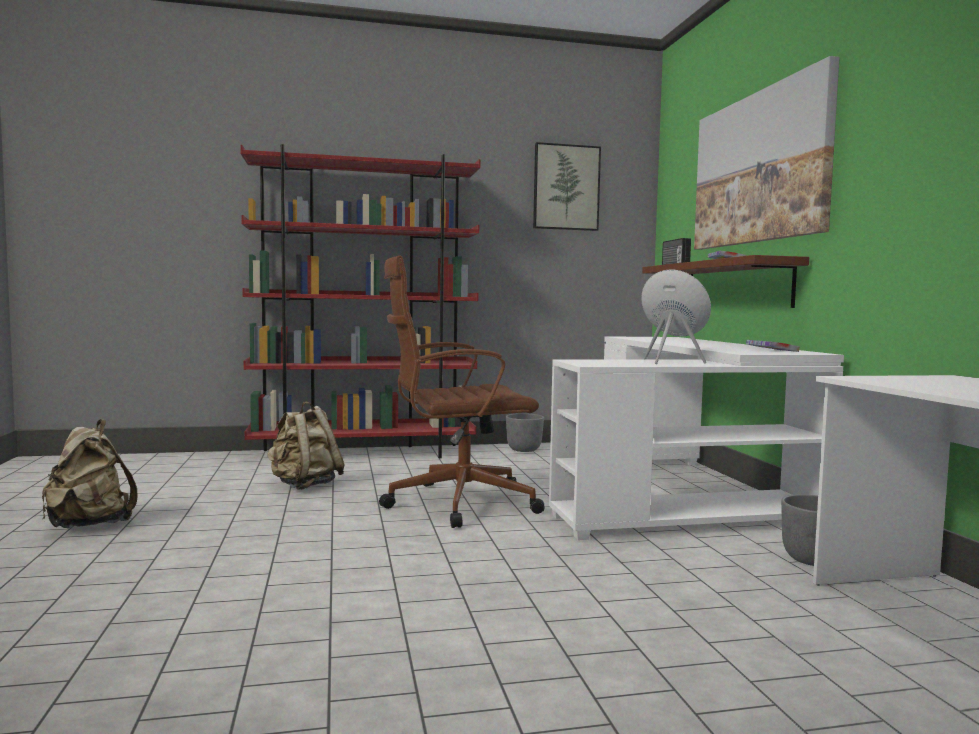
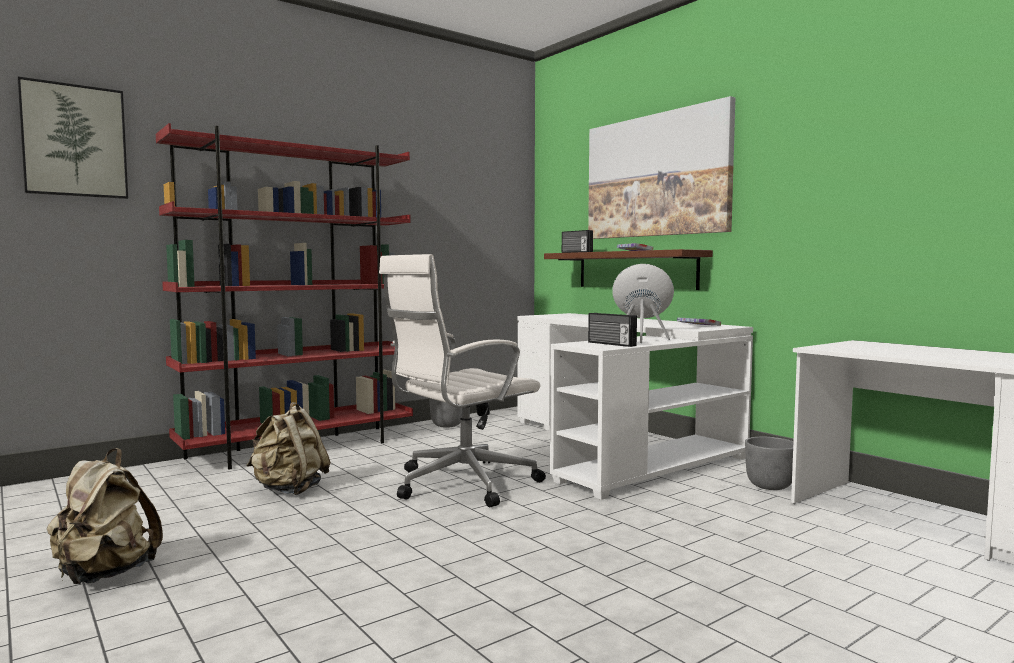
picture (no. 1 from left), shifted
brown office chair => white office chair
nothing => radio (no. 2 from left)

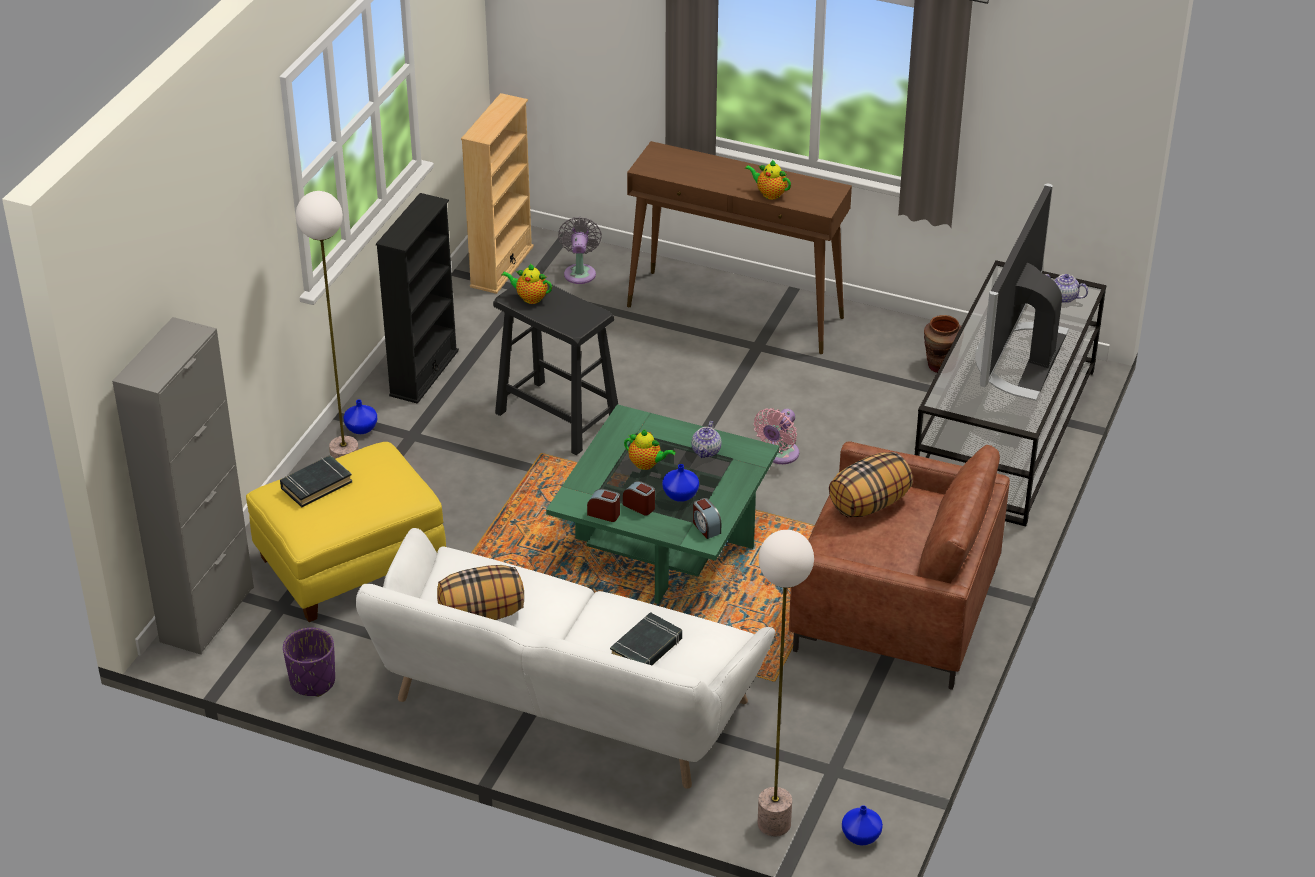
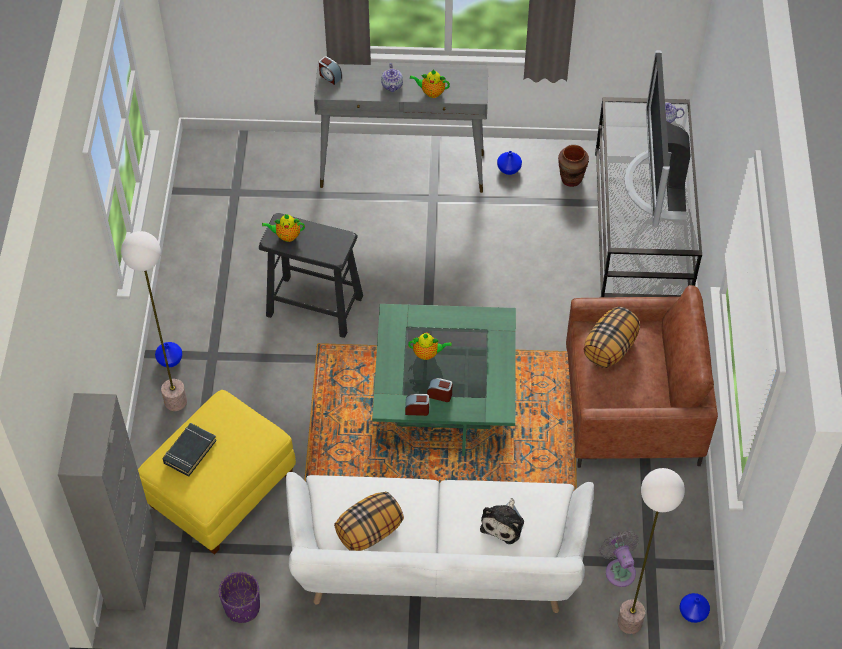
beige bookcase => nothing
brown console table => grey console table
black bookcase => nothing
grey fan, shifted
pink fan => nothing
teapot (no. 3 from left in the first image) => teapot (no. 2 from left), shifted
blue vase (no. 2 from left), shifted
alarm clock (no. 3 from left in the first image) => alarm clock (no. 1 from left), shifted
black book (no. 2 from left) => plush toy

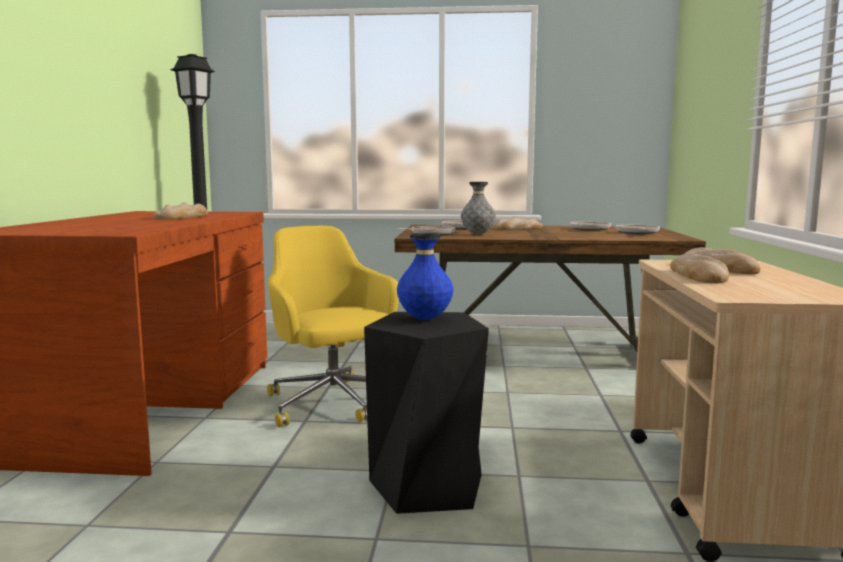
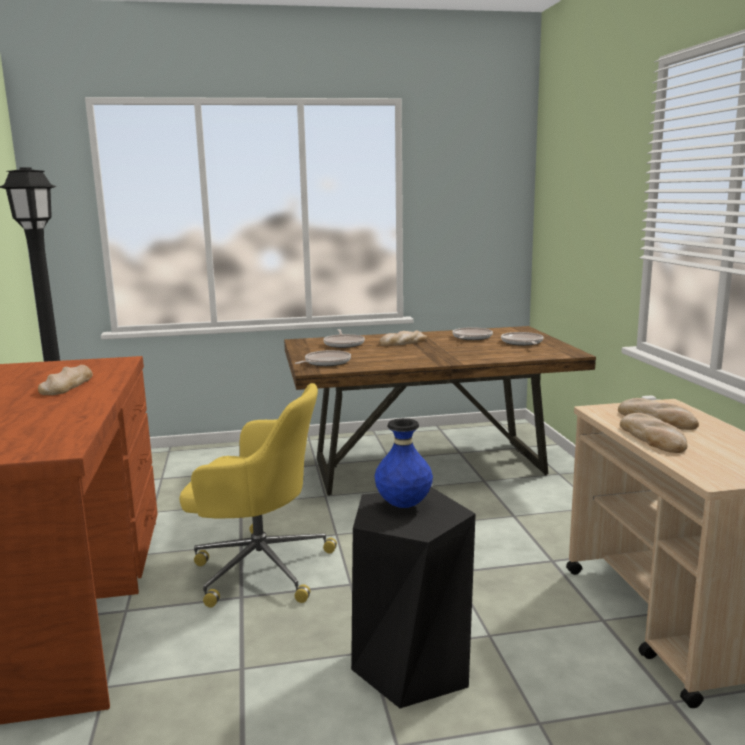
grey vase => nothing
yellow office chair, 150 degrees clockwise

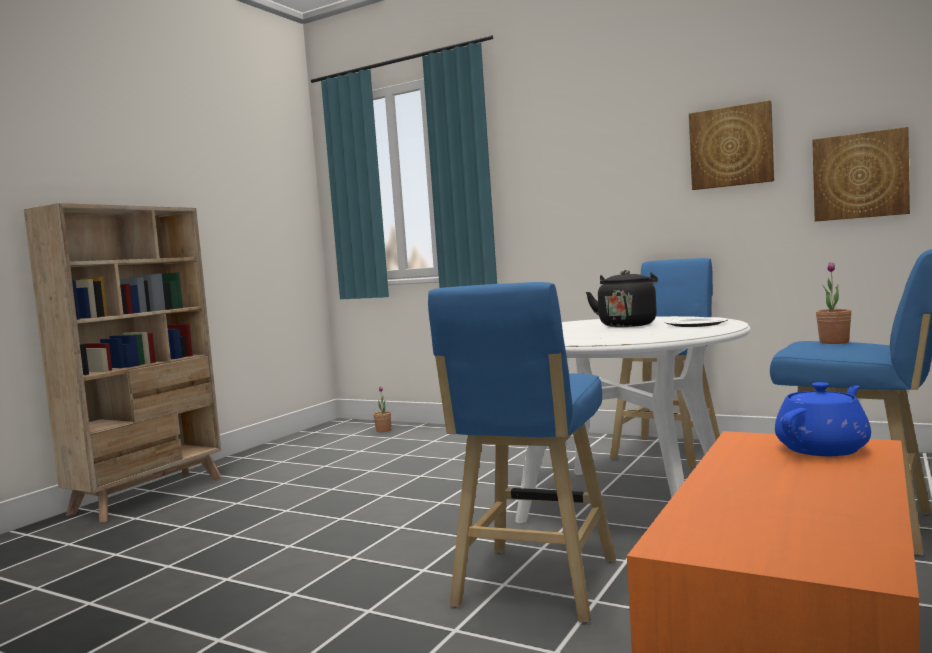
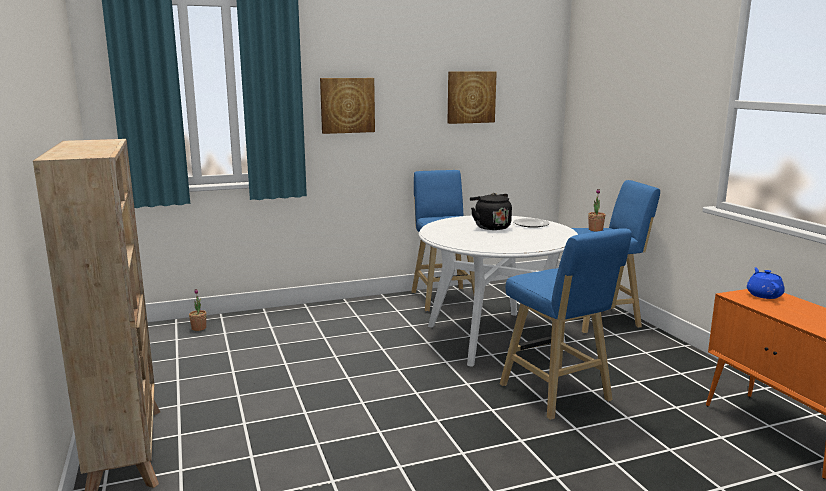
picture (no. 2 from left in the first image) => picture (no. 1 from left), shifted

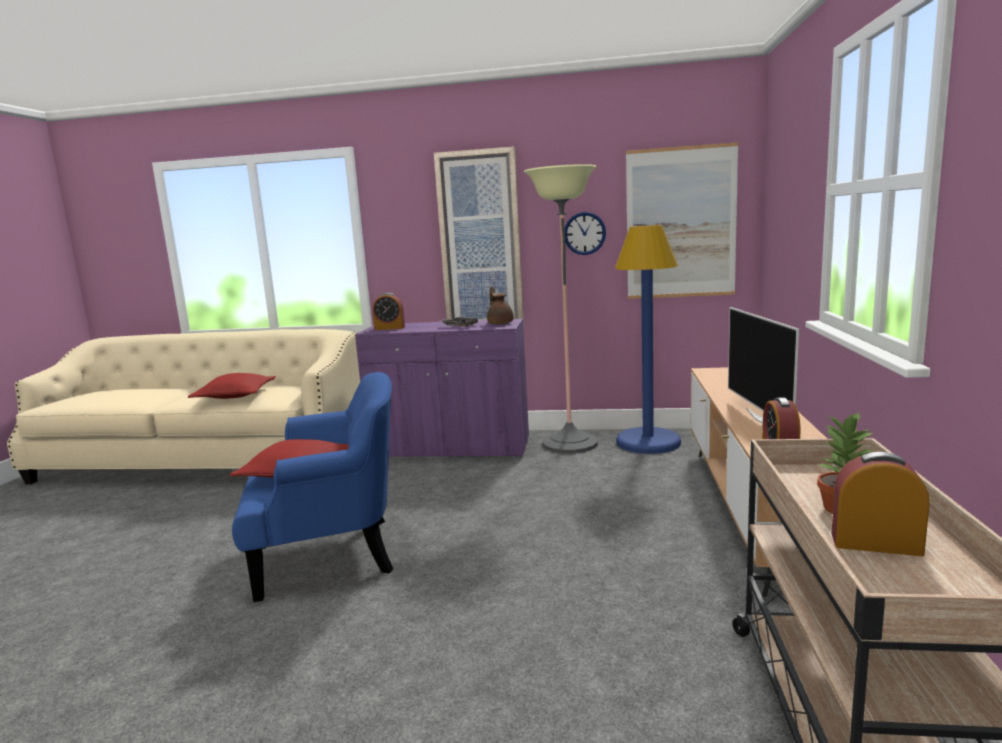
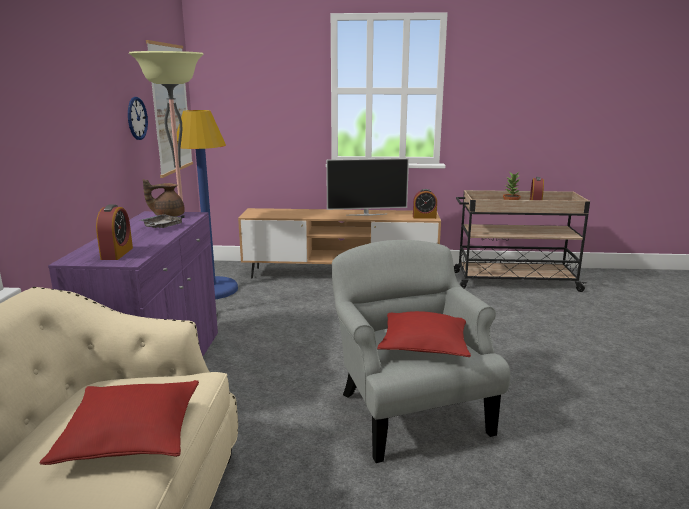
picture (no. 1 from left) => nothing
blue armchair => grey armchair

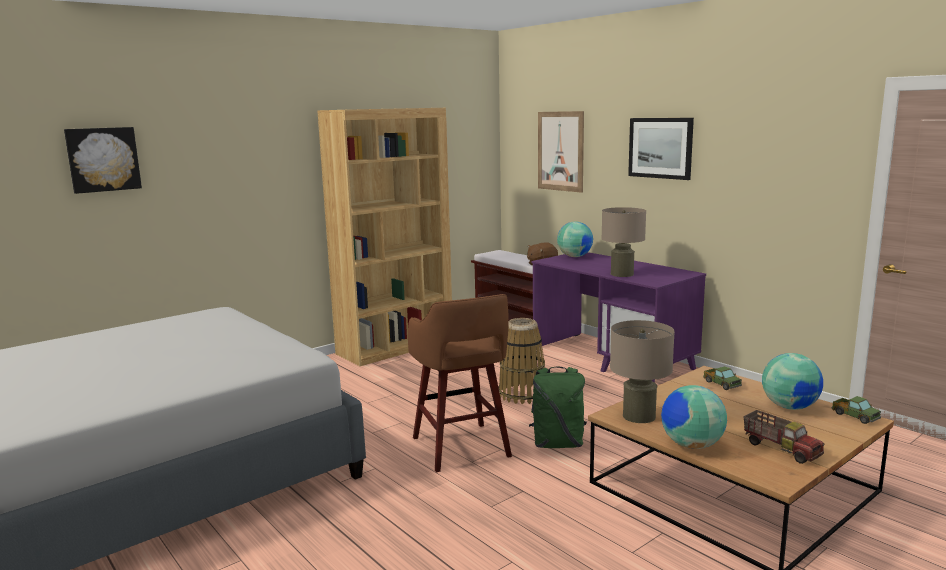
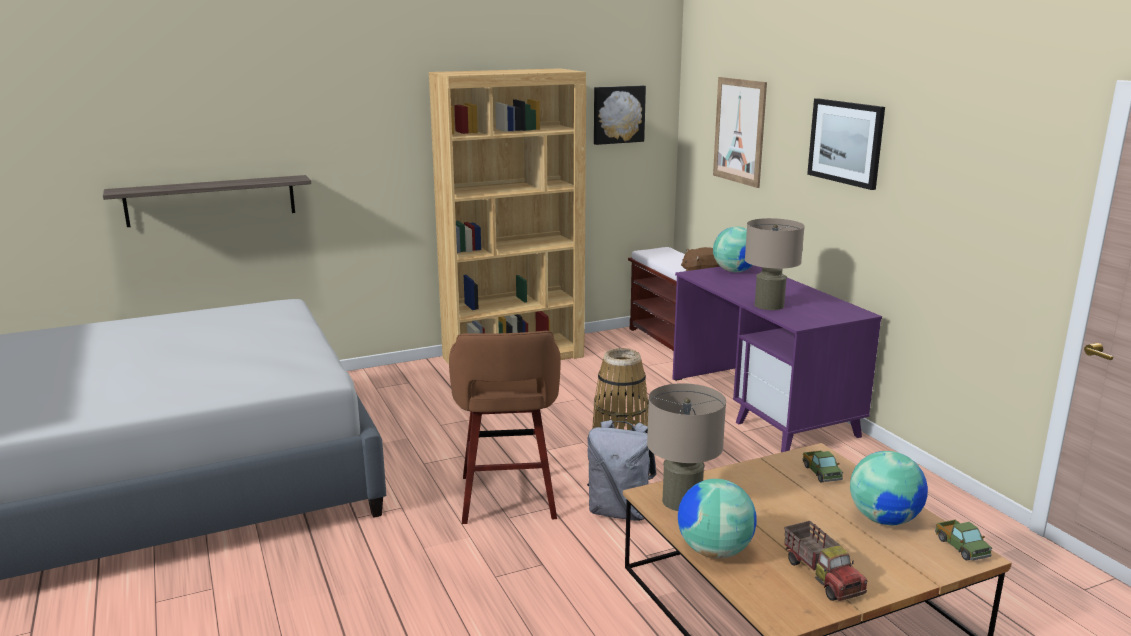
picture (no. 1 from left), shifted
green backpack => grey backpack
nothing => shelf

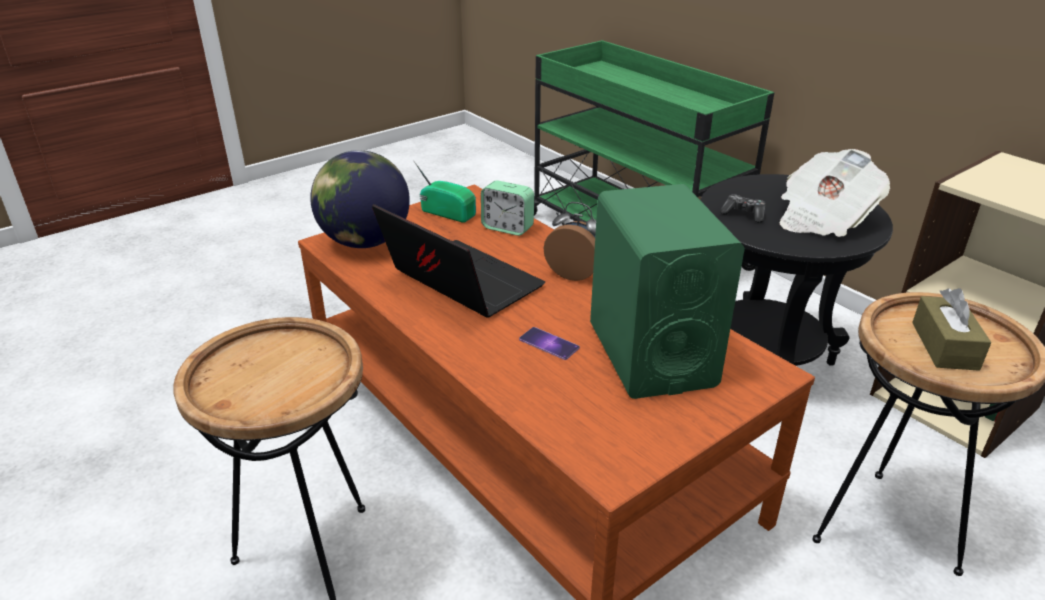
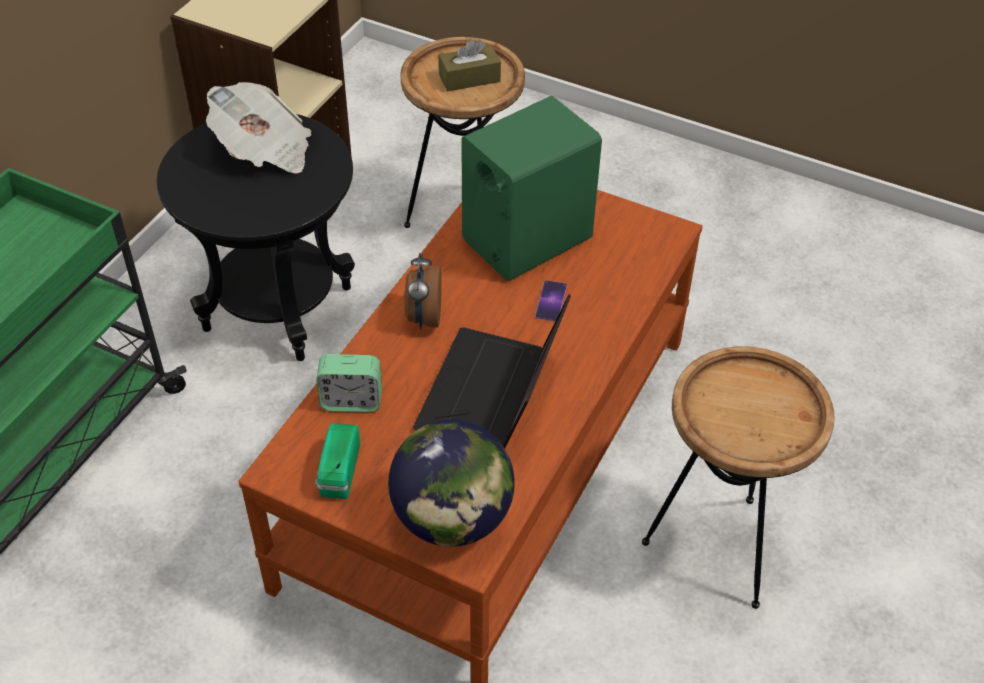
alarm clock (no. 1 from left), 90 degrees clockwise
game controller => nothing

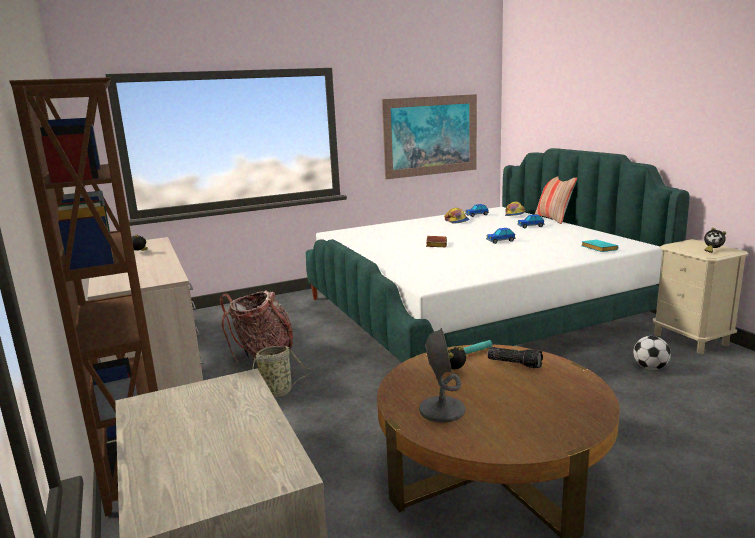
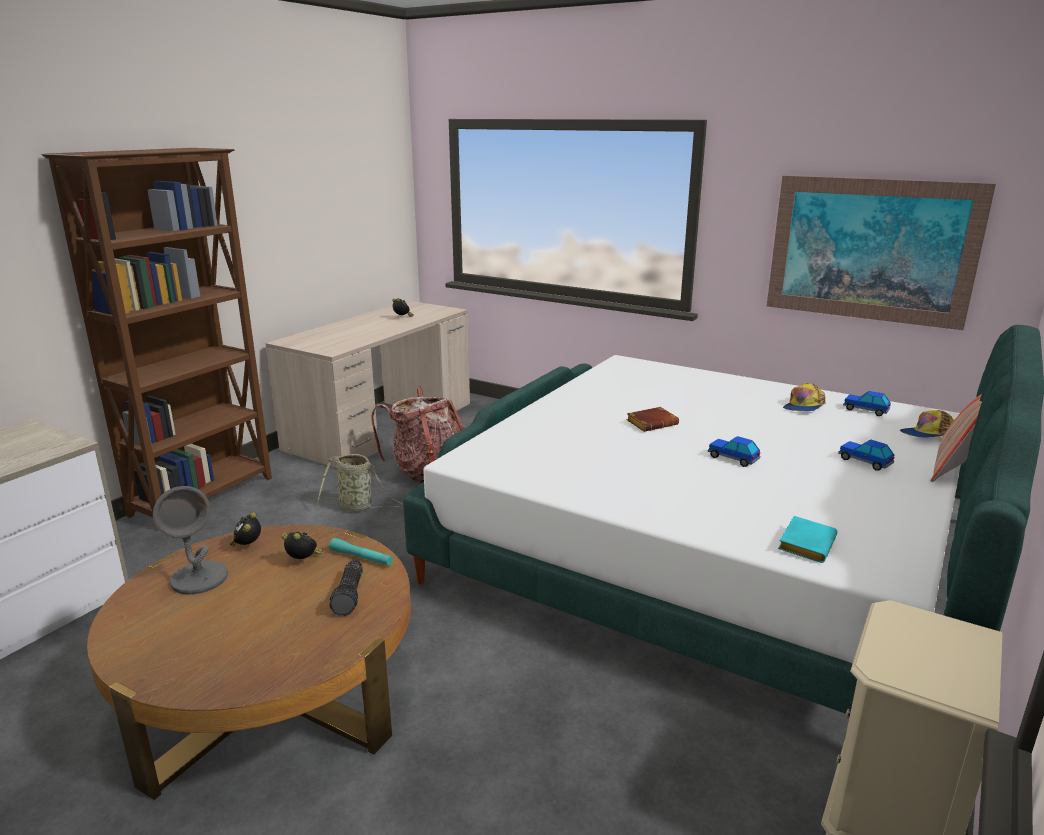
alarm clock (no. 3 from left in the first image) => alarm clock (no. 1 from left), shifted
football => nothing

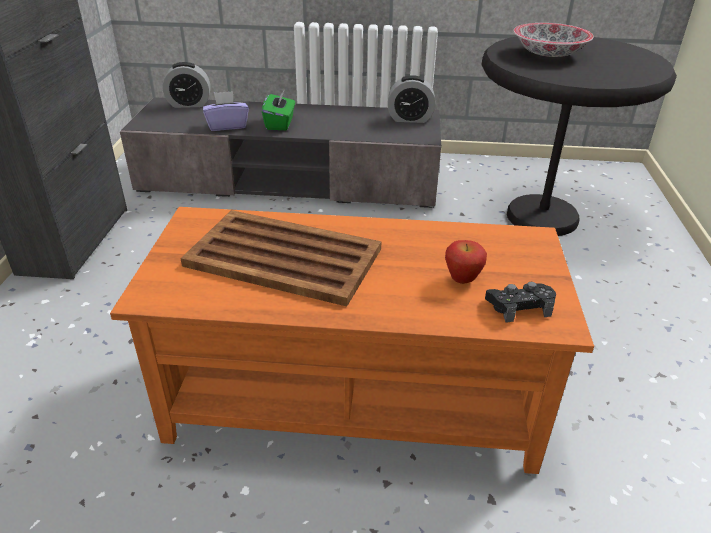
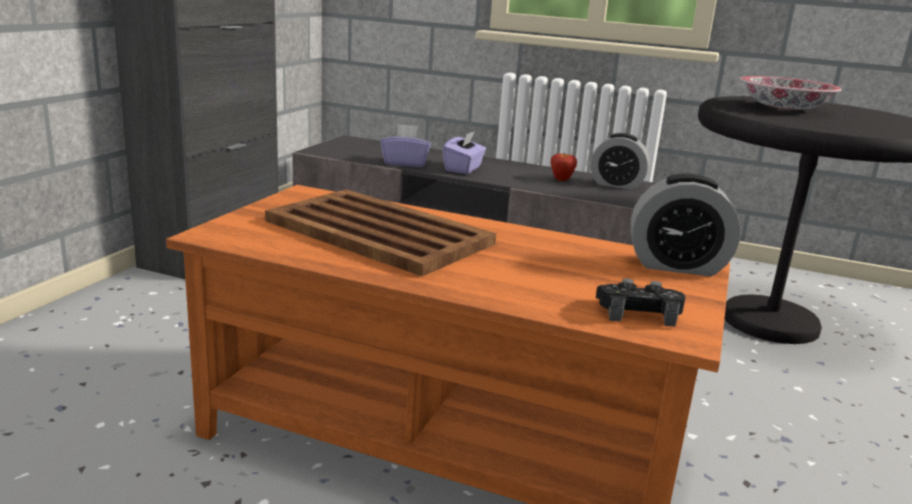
alarm clock (no. 1 from left in the first image) => alarm clock (no. 2 from left), shifted
green tissue box => purple tissue box (no. 2 from left)
apple, shifted

